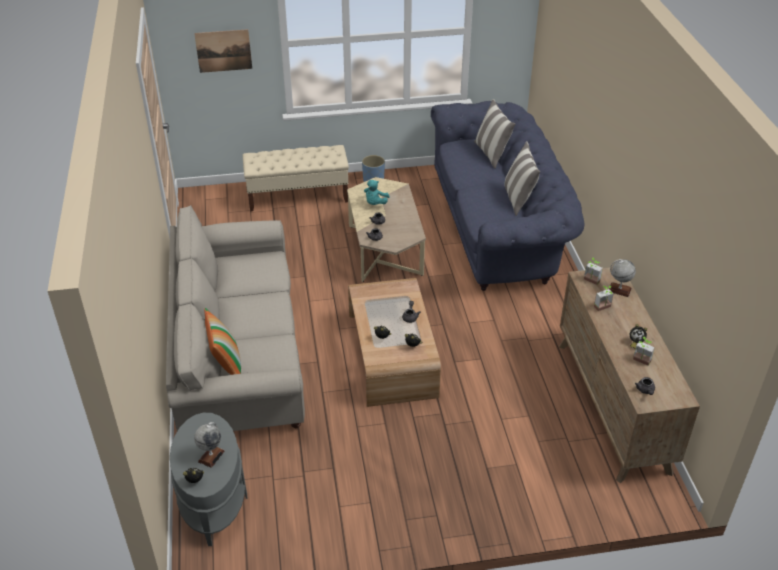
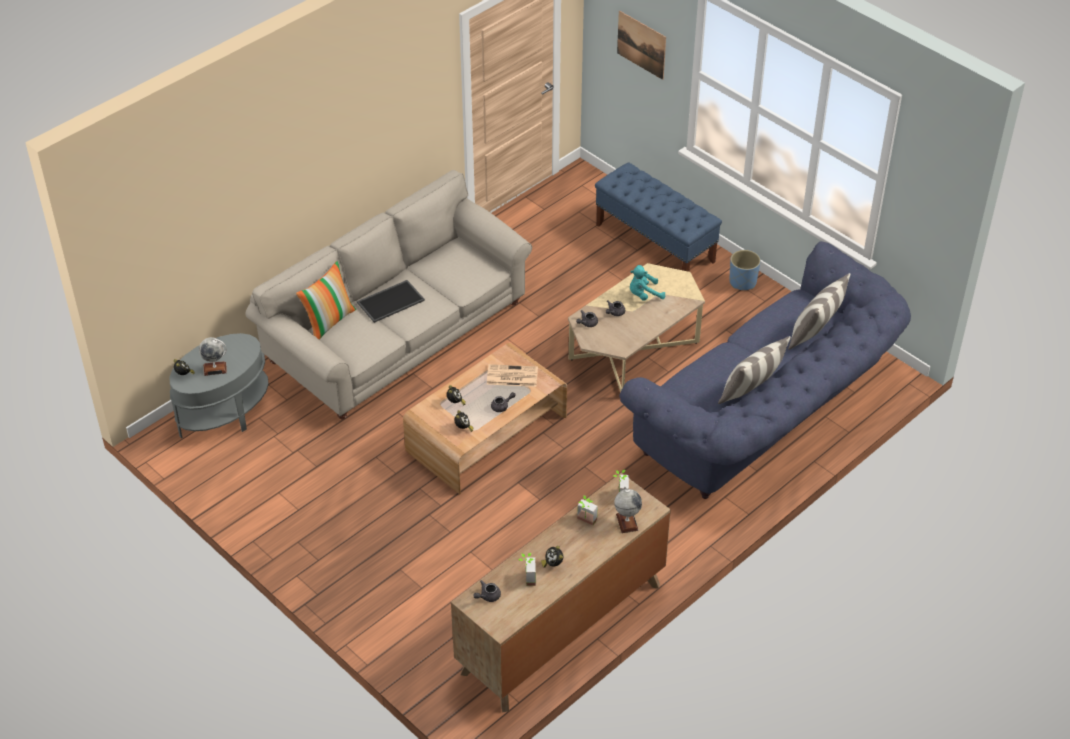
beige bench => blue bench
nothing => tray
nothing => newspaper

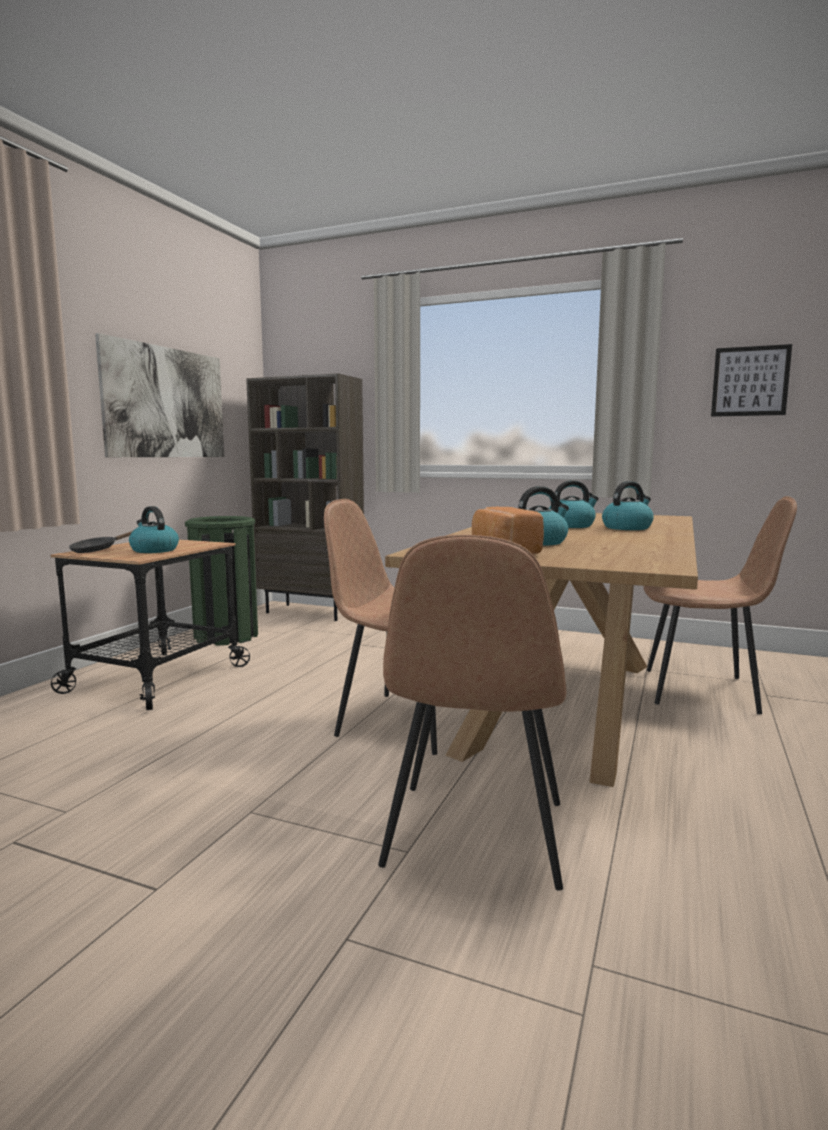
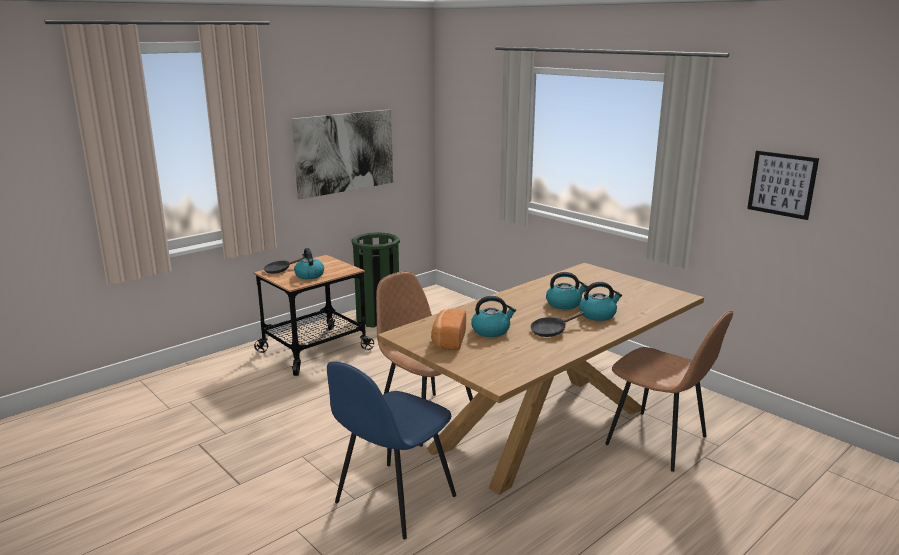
brown bookcase => nothing
brown chair (no. 2 from left) => blue chair
nothing => black frying pan (no. 2 from left)

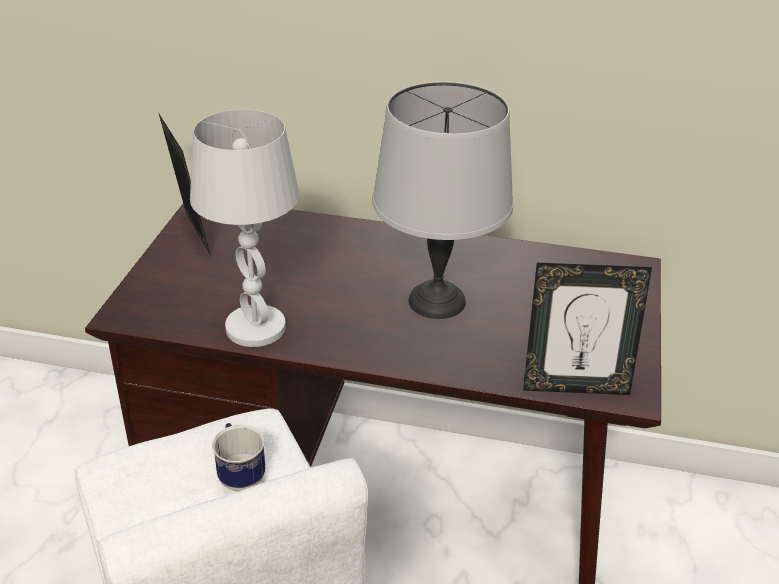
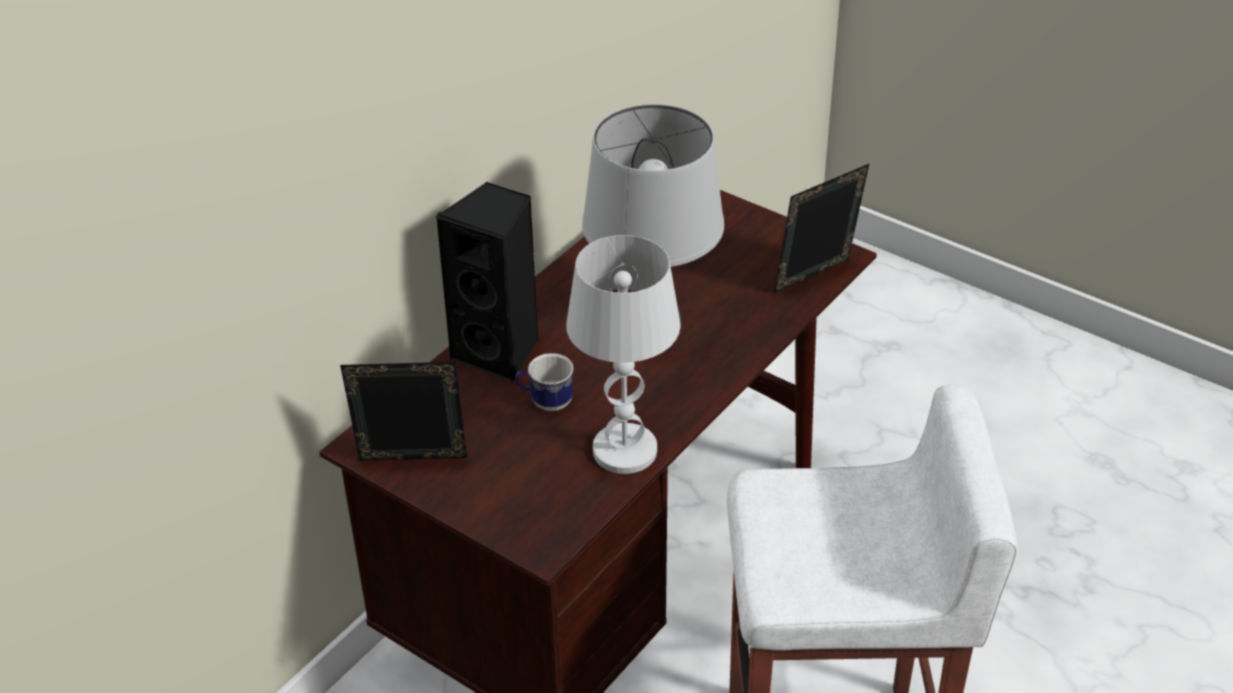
picture frame (no. 2 from left), 150 degrees counterclockwise
mug, shifted
nothing => black speaker

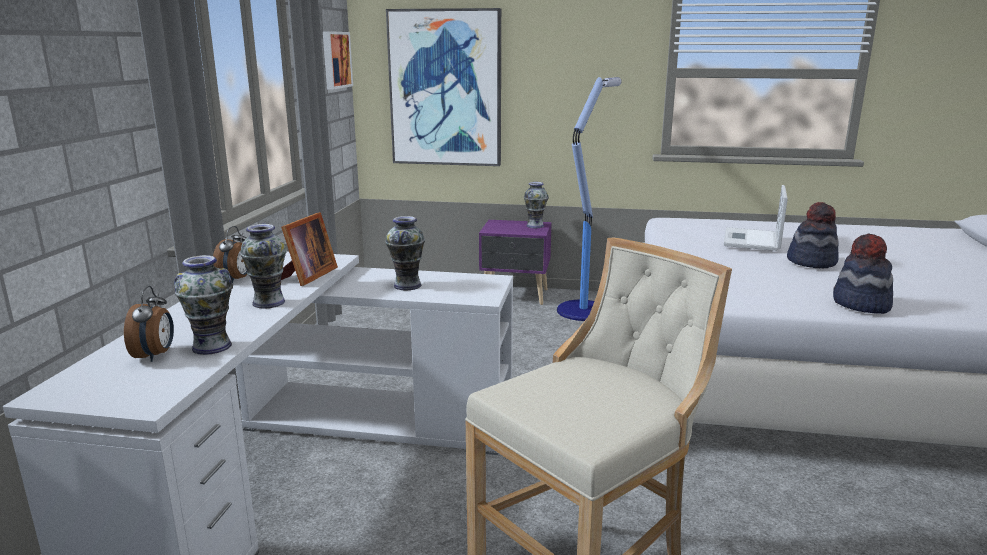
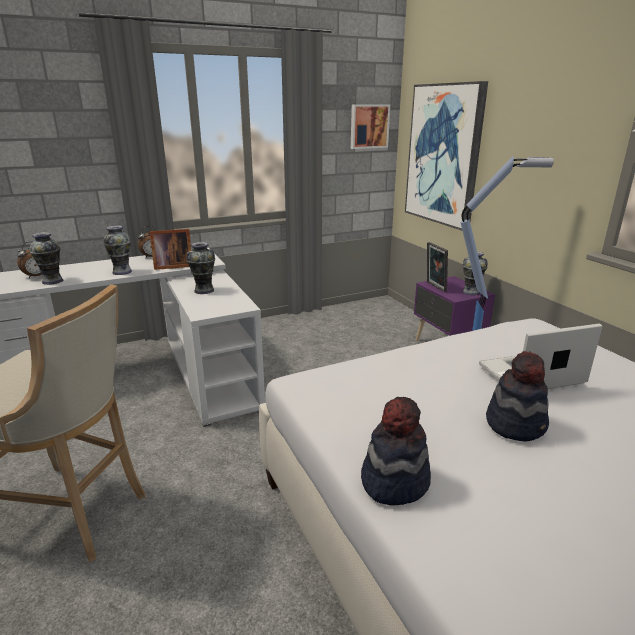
nothing => picture frame (no. 2 from left)

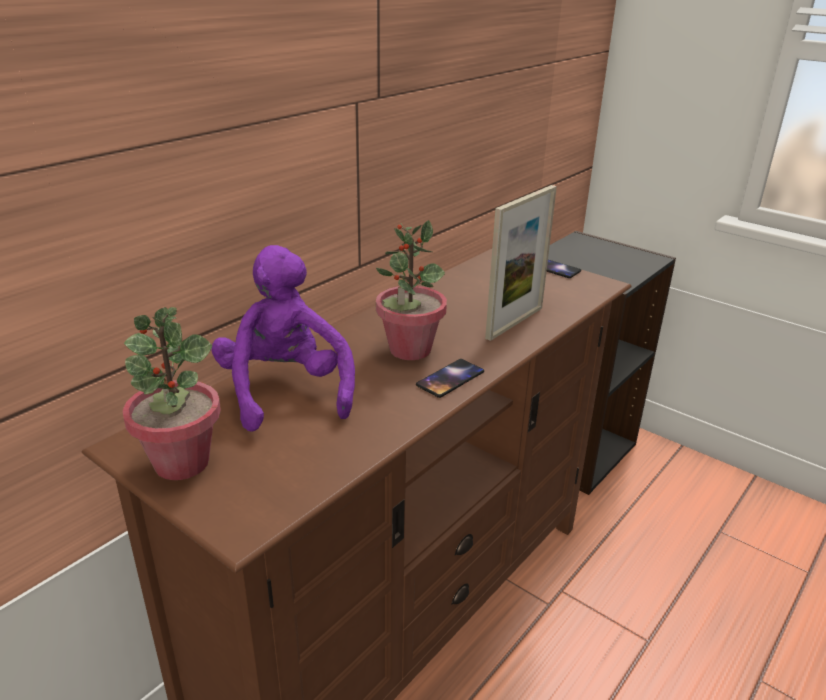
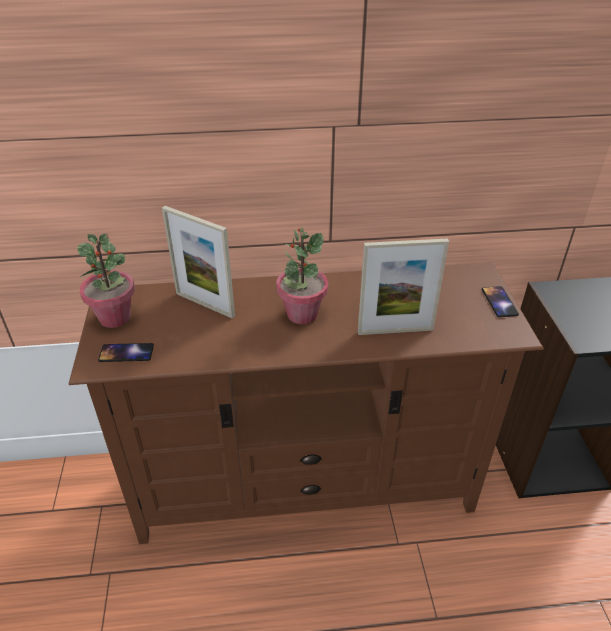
purple plush toy => picture frame (no. 1 from left)
phone (no. 1 from left), shifted

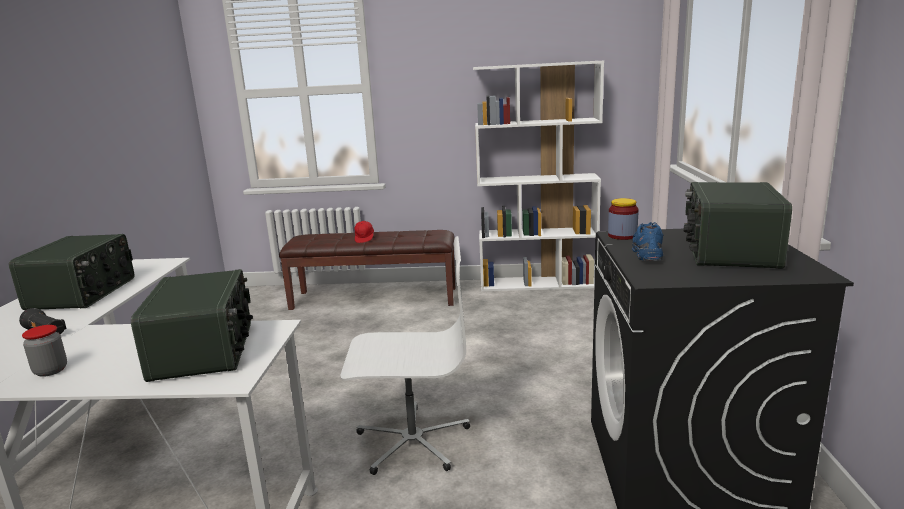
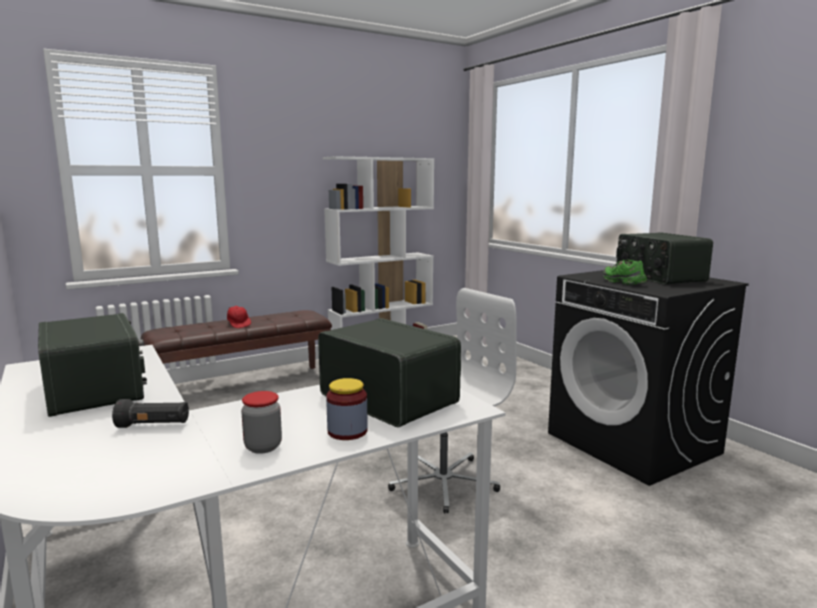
jar (no. 2 from left), shifted
blue shoe => green shoe

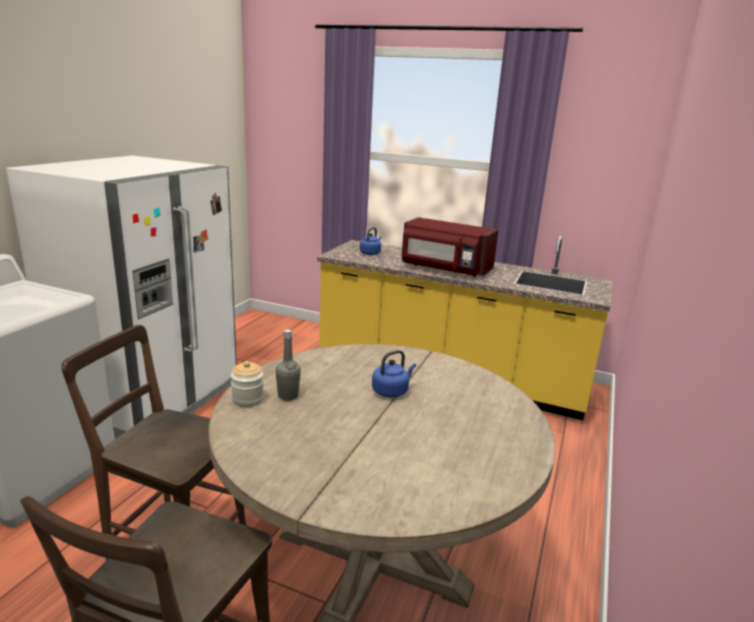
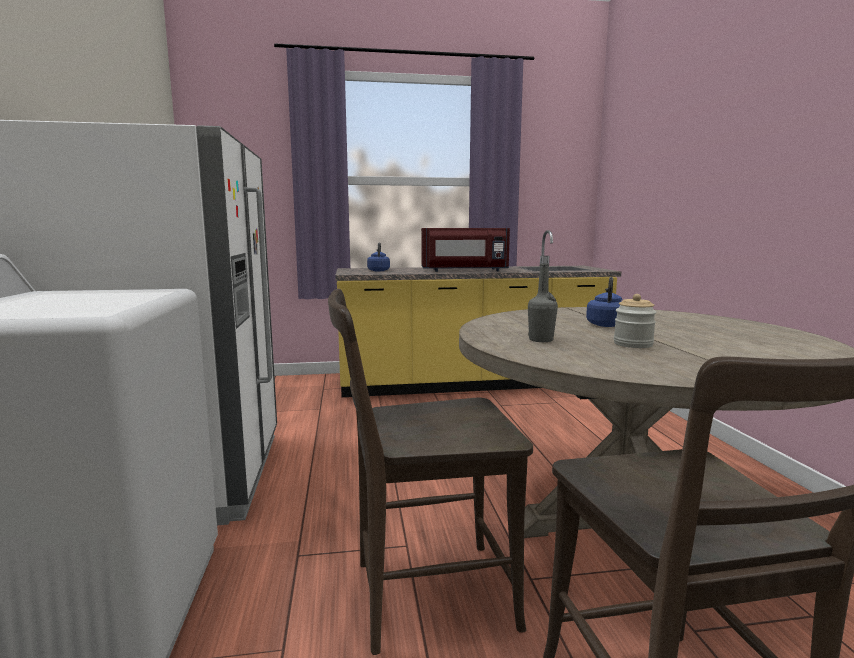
jar, shifted

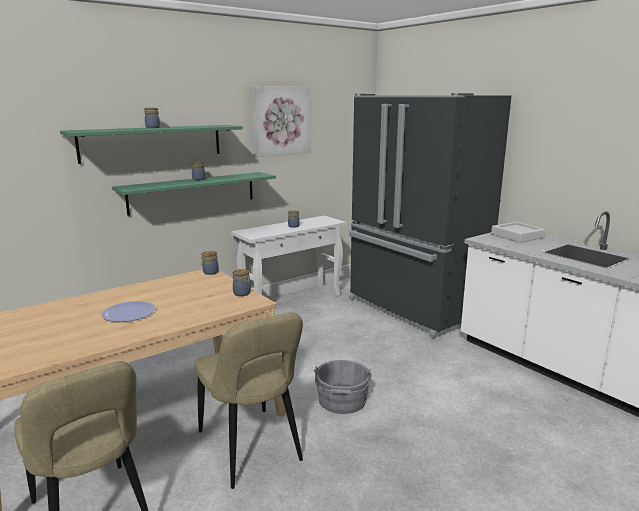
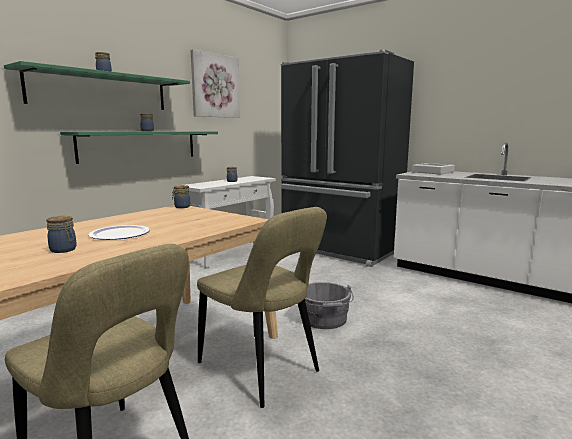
jar (no. 4 from left in the first image) => jar (no. 1 from left), shifted

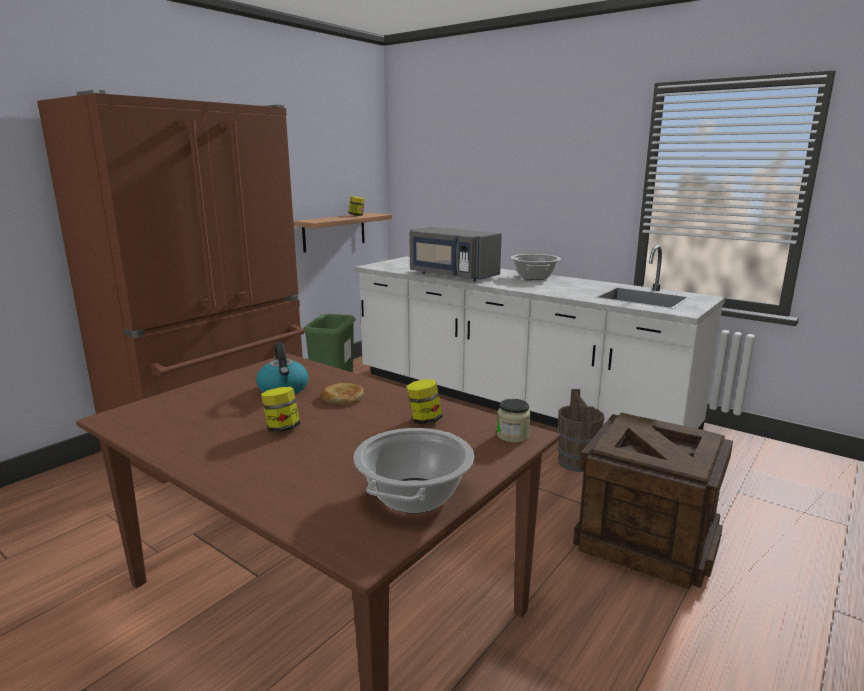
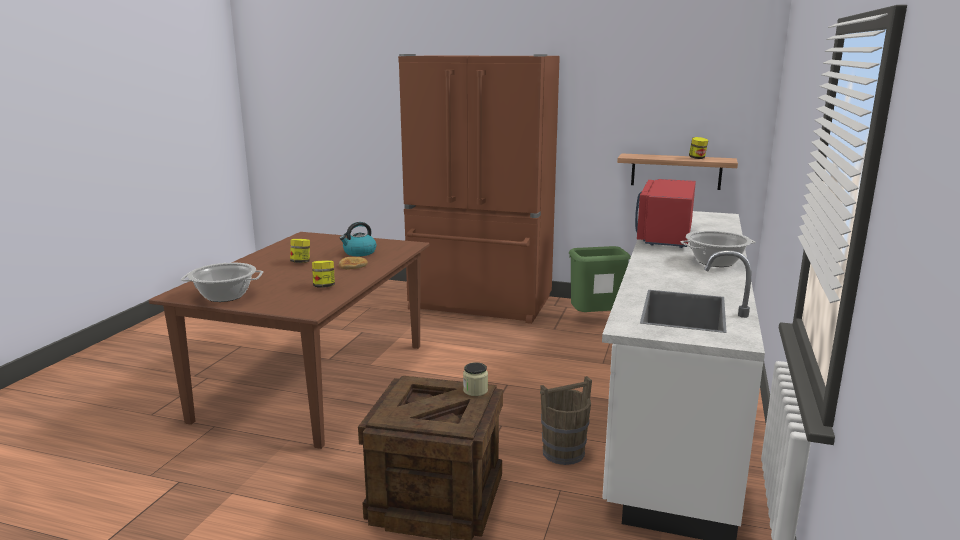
grey microwave => red microwave
jar (no. 4 from left in the first image) => jar (no. 3 from left), shifted

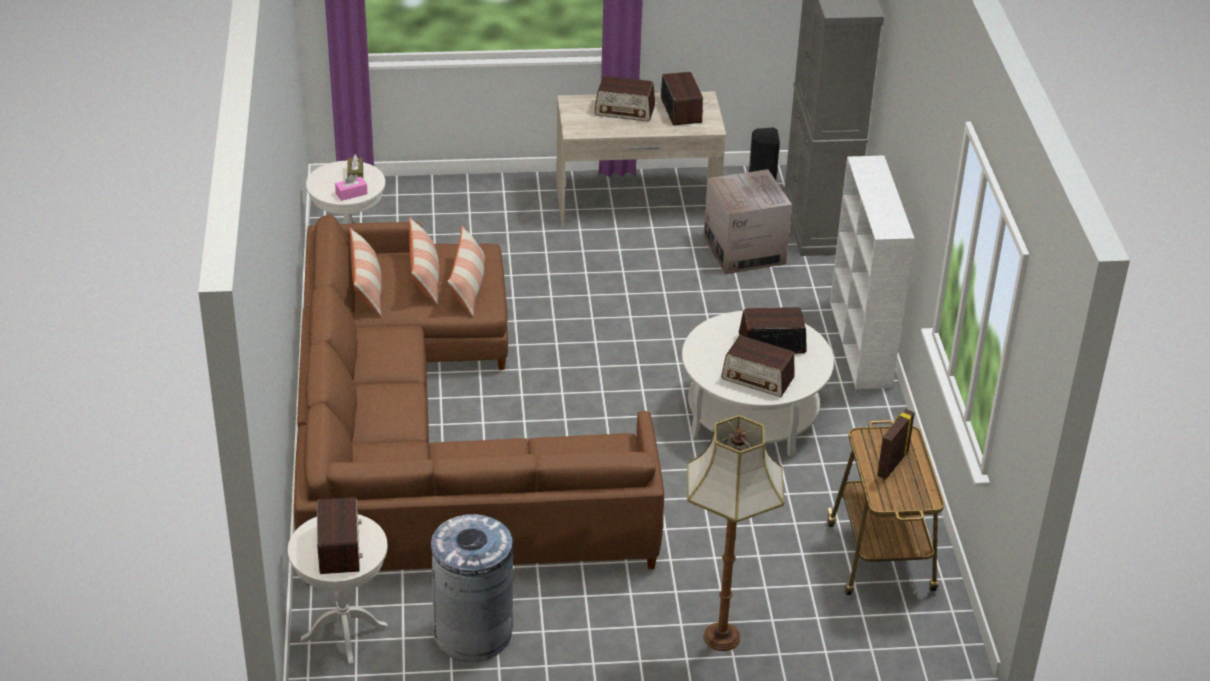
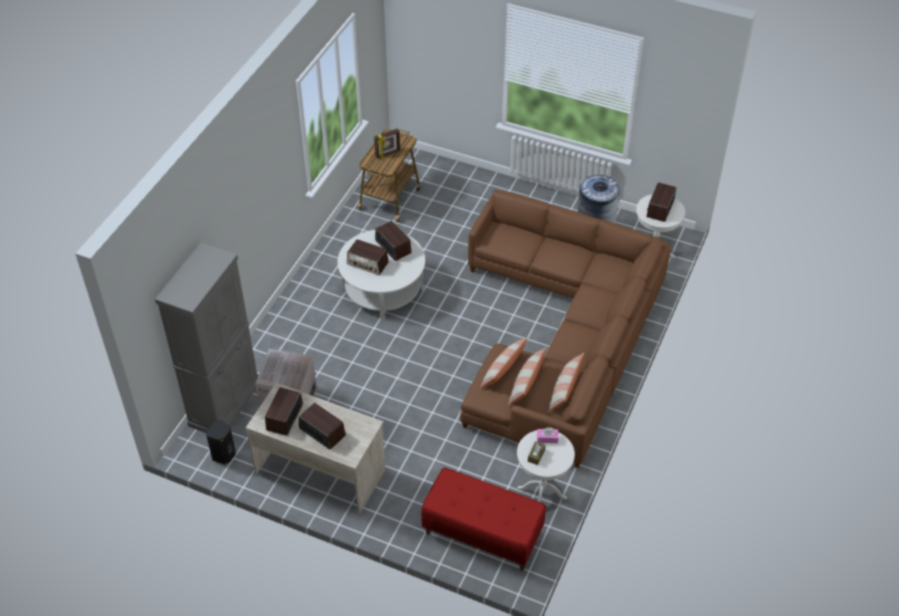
white bookcase => nothing
floor lamp => nothing
nothing => red bench

